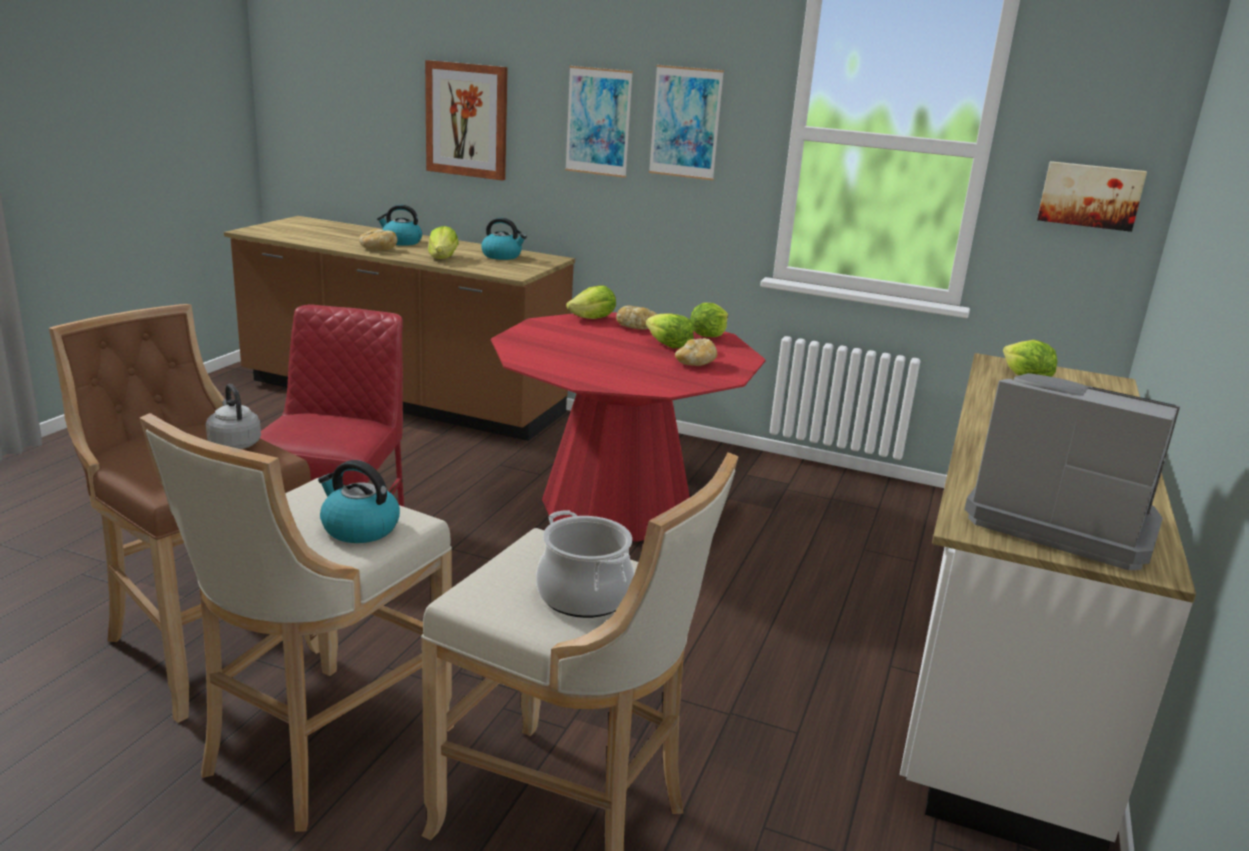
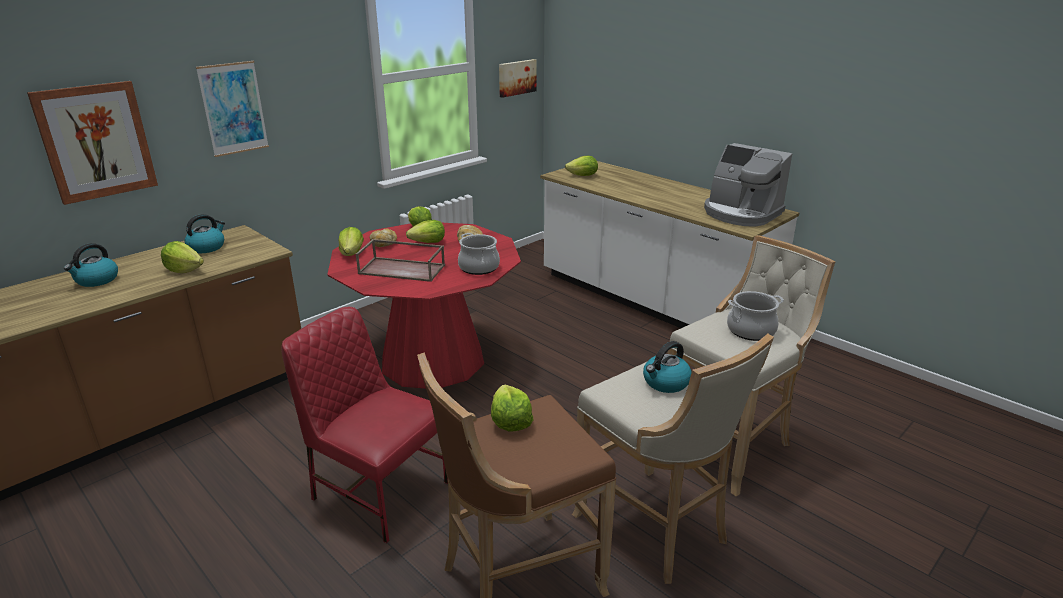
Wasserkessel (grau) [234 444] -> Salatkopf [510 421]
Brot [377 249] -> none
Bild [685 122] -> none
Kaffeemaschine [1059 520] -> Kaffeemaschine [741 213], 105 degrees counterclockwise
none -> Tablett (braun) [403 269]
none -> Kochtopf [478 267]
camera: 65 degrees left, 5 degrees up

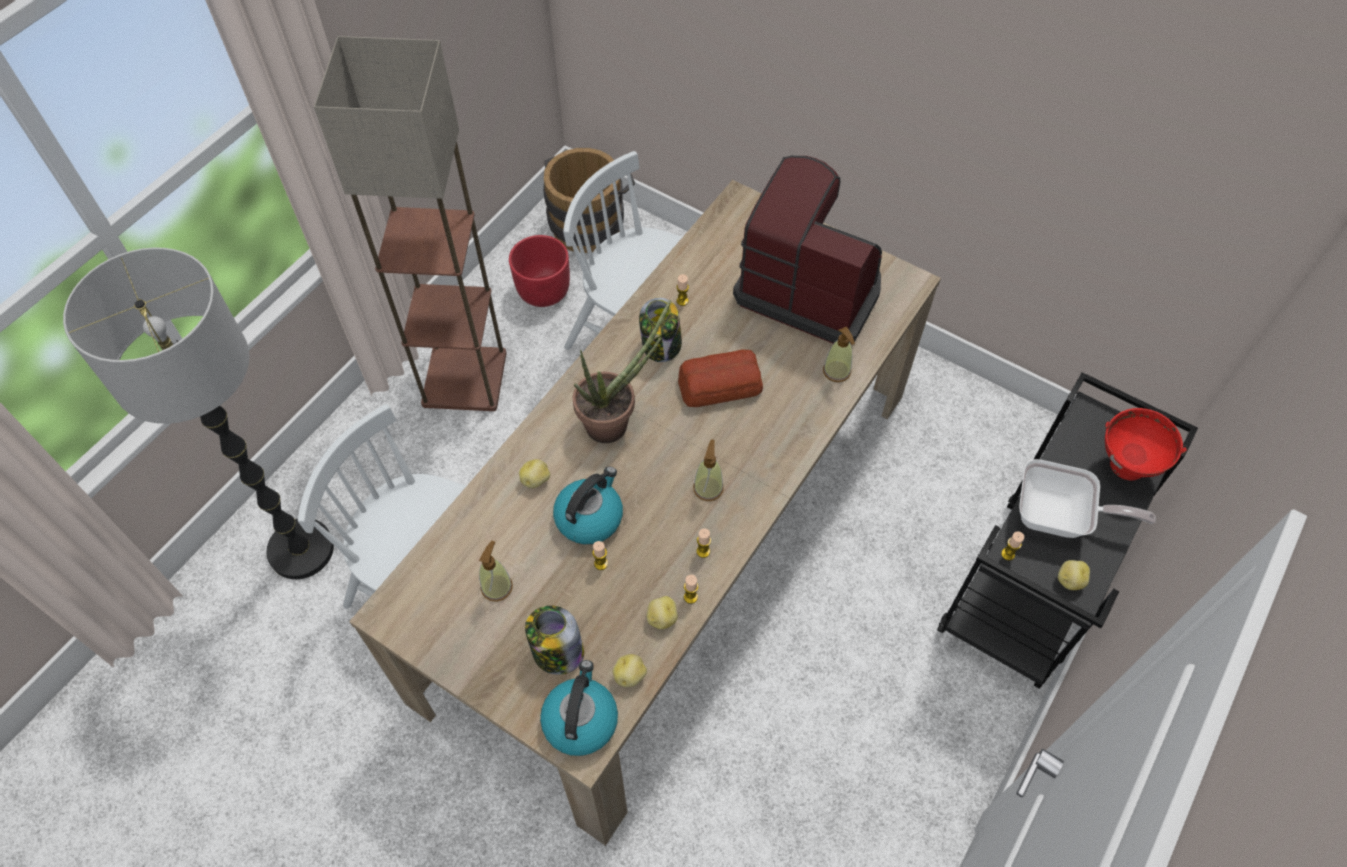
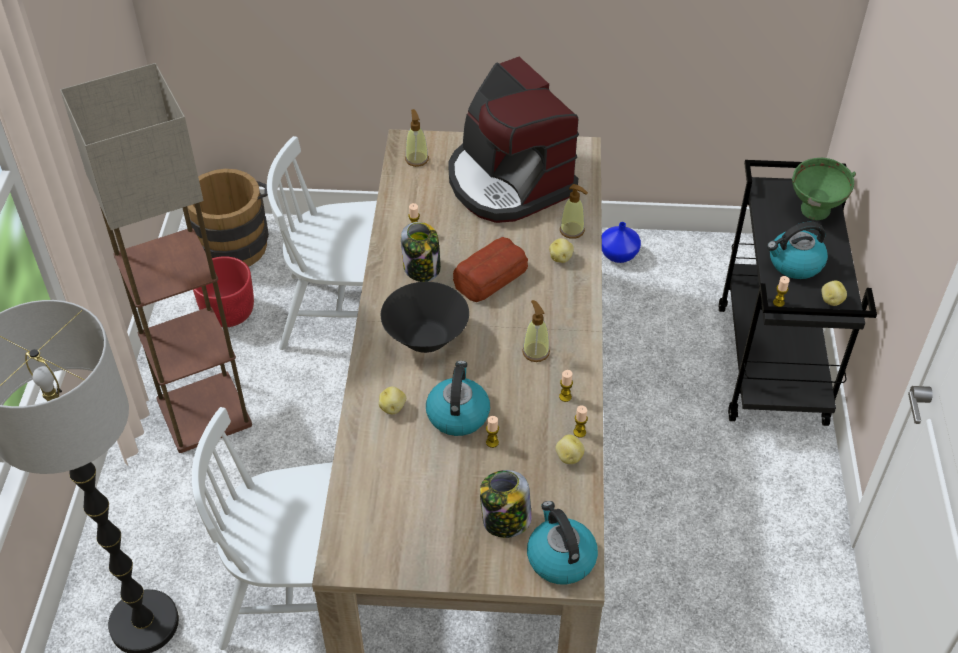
Seifenspender [497 587] -> Seifenspender [416 159], move
Topfpflanze [615 422] -> Schüssel (schwarz) [426 338]
Kartoffel [630 675] -> Kartoffel [561 258], move
Kaffeemaschine [809 288] -> Kaffeemaschine [508 182], 120 degrees counterclockwise
Pfanne [1059 517] -> Wasserkessel [794 263]
Schüssel (rot) [1125 469] -> Schüssel (grün) [815 213]
none -> Vase (blau) [619 255]
camera: 30 degrees left, 10 degrees down

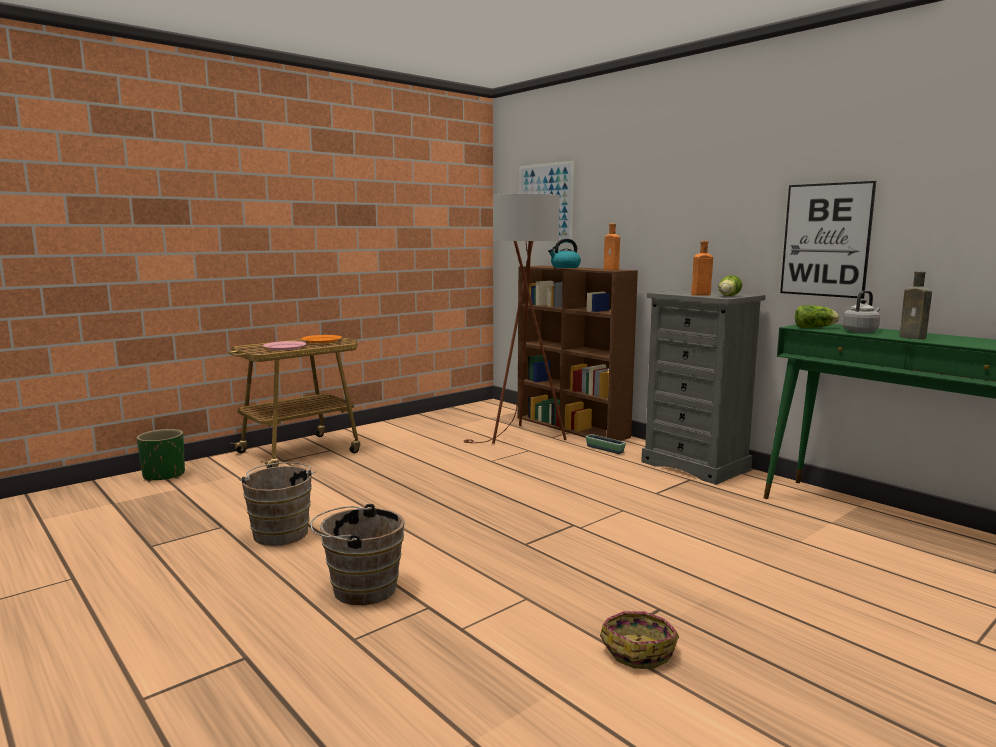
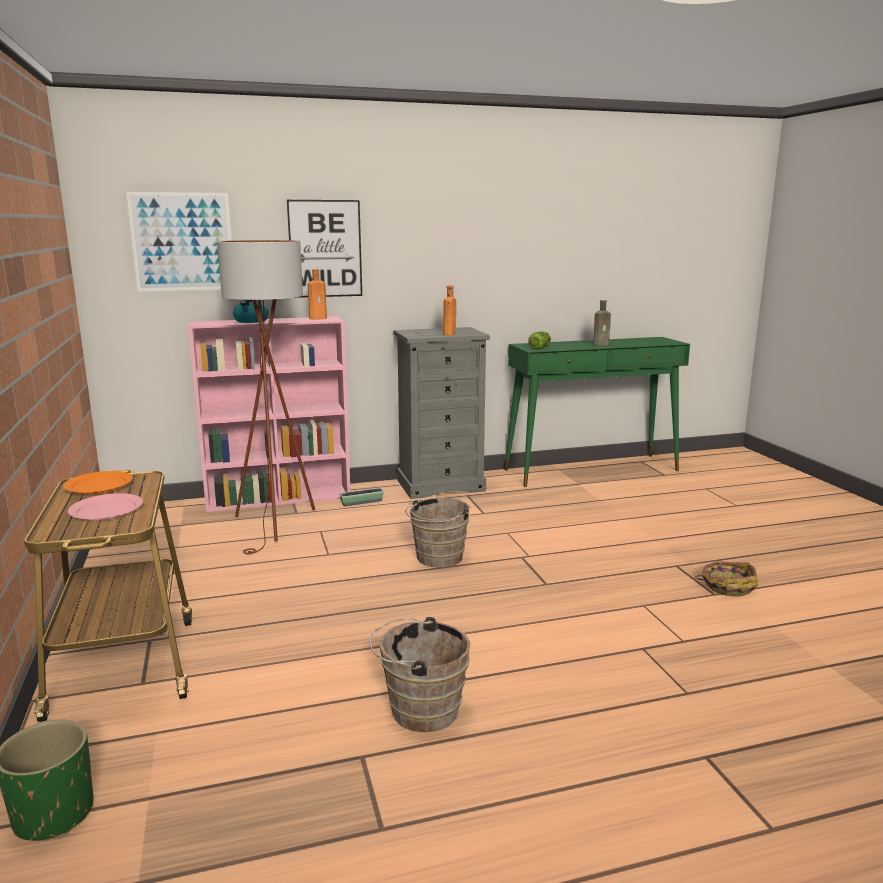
Eimer (braun) [359 588] -> Eimer (braun) [437 559], move
Bücherregal (braun) [572 427] -> Bücherregal (rosa) [280 498]
Salatkopf [728 296] -> none
Bild [826 240] -> Bild [325 249], move
Wasserkessel (grau) [861 331] -> none
camera: 65 degrees left, 5 degrees up

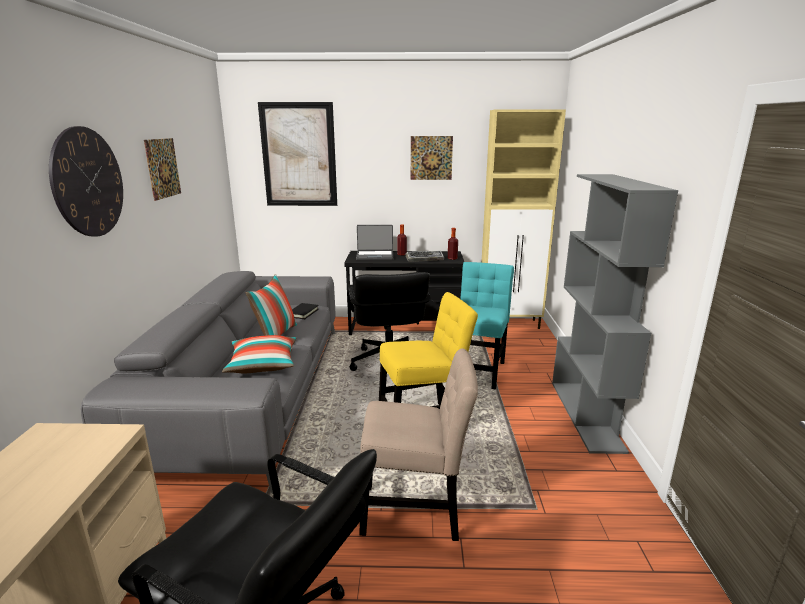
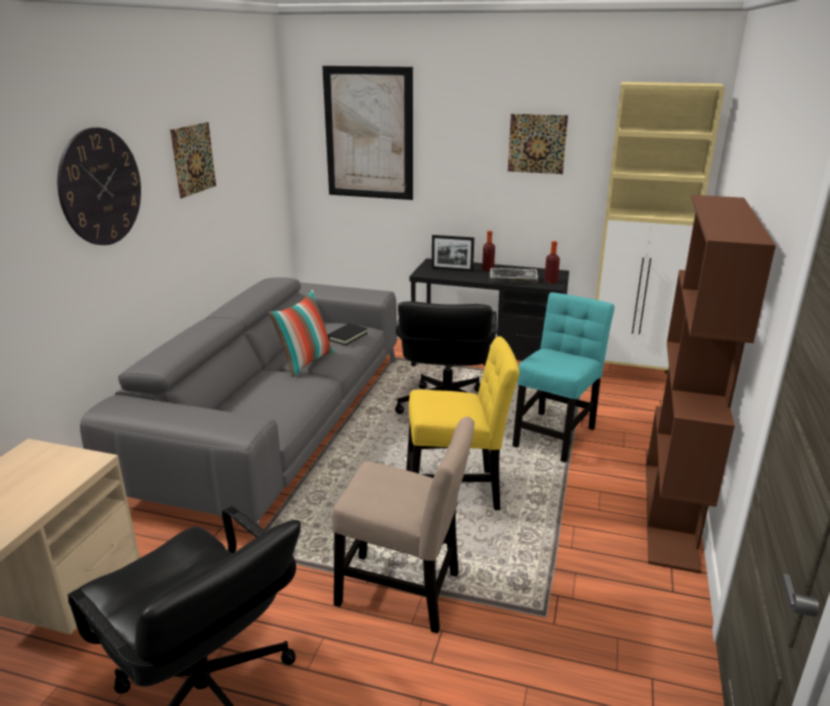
Kissen [262 364] -> none
Laptop [375 256] -> Bilderrahmen [452 269]
Bücherregal (grau) [586 415] -> Bücherregal (braun) [671 514]
camera: 15 degrees right, 5 degrees up

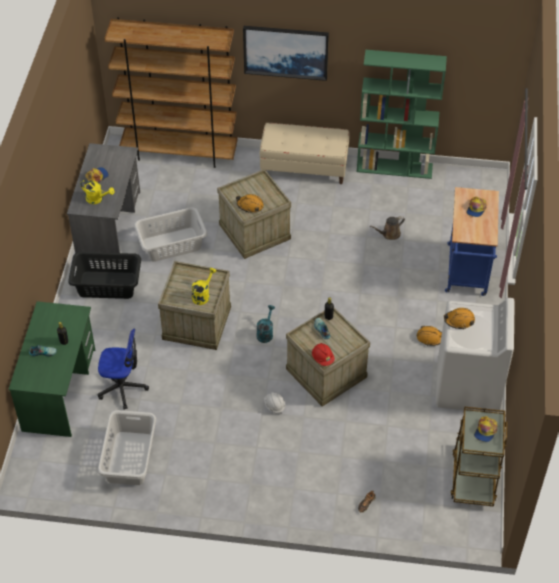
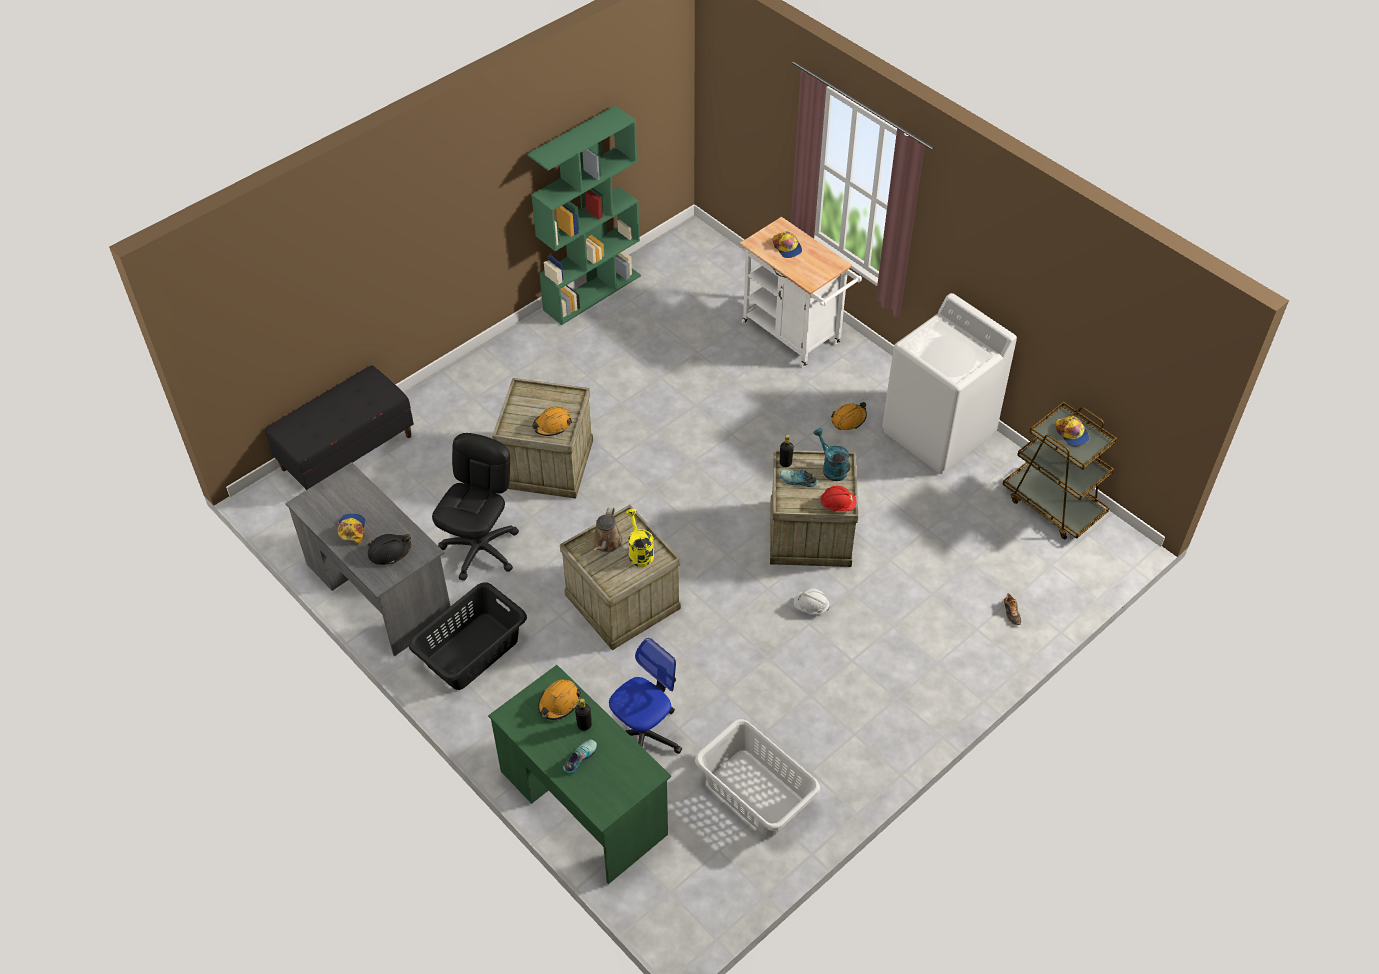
Gießkanne (gelb) [97 199] -> Schutzhelm (schwarz) [389 552]
Bücherregal (braun) [179 153] -> Bank (schwarz) [347 452]
Wäschekorb (grau) [172 245] -> Bürostuhl (schwarz) [481 549]
Bild [286 51] -> none
Gießkanne (türkis) [265 333] -> Gießkanne (türkis) [831 468], move
Bank (beige) [304 168] -> none
Gießkanne (braun) [389 234] -> Gießkanne (braun) [606 543], move
Schutzhelm (orange) [459 320] -> Schutzhelm (orange) [559 703], move
Rollwagen (blau) [466 273] -> Rollwagen (weiß) [795 336]
camera: 50 degrees left, 0 degrees up

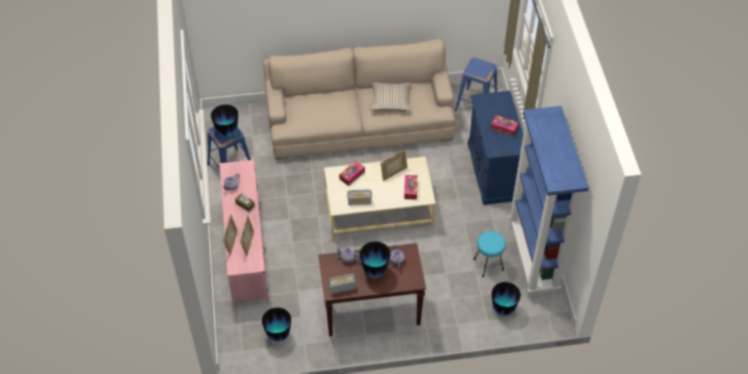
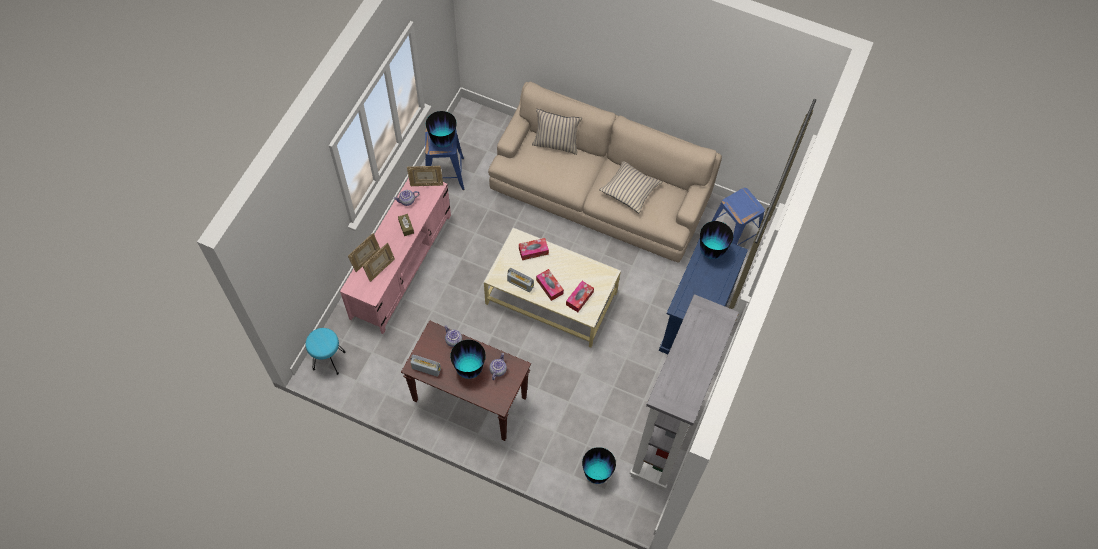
Vase [278 335] -> Vase [711 251], move
Bilderrahmen [394 173] -> Bilderrahmen [426 184], move
Hocker (türkis) [488 264] -> Hocker (türkis) [328 360], move
Taschentuchbox [504 128] -> Taschentuchbox [549 287], move
Bücherregal (blau) [533 259] -> Bücherregal (grau) [666 438]
none -> Kissen (beige) [556 143]
camera: 30 degrees right, 10 degrees up

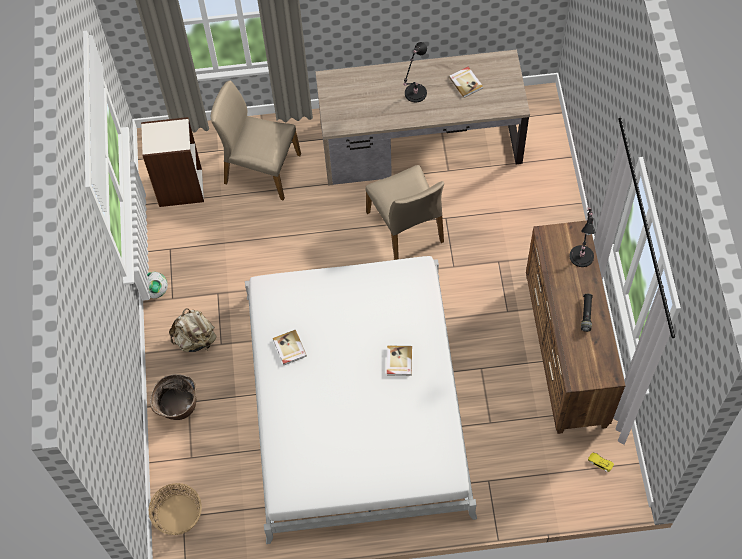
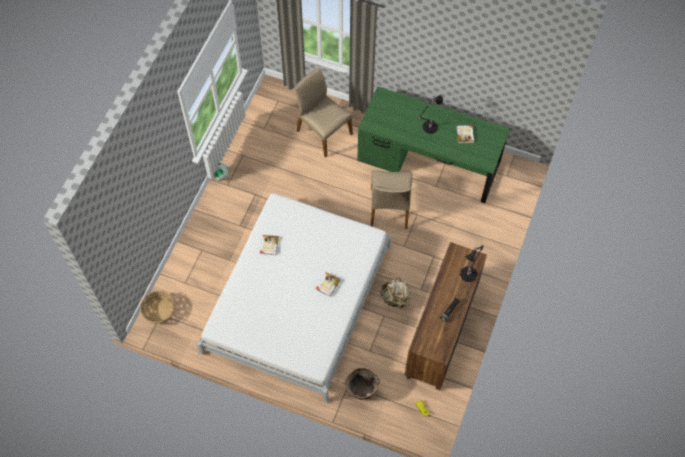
Bücherregal [180 188] -> none
Korb [178 407] -> Korb [361 390], move
Rucksack (beige) [195 339] -> Rucksack (beige) [396 298], move
Schreibtisch (braun) [420 143] -> Schreibtisch (grün) [429 161]
camera: 25 degrees right, 0 degrees up

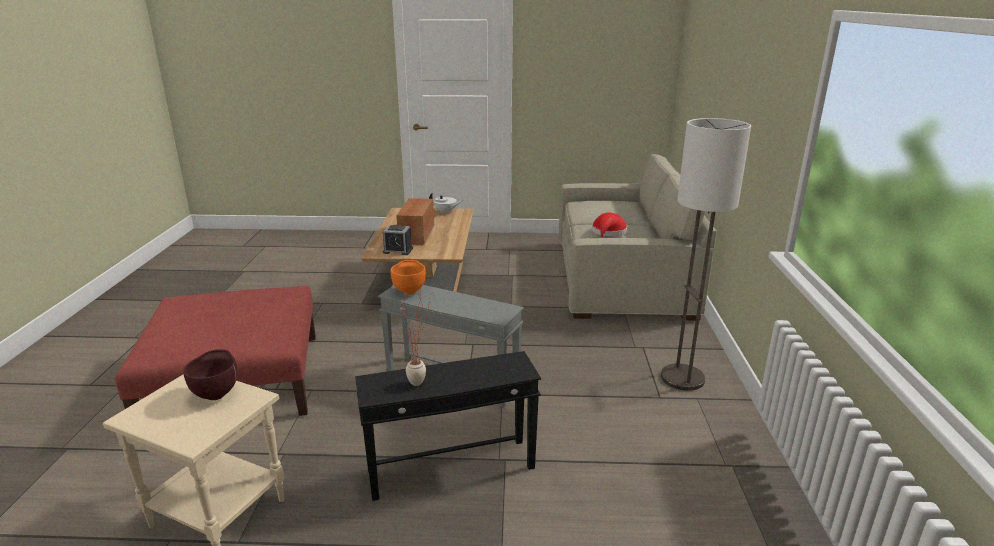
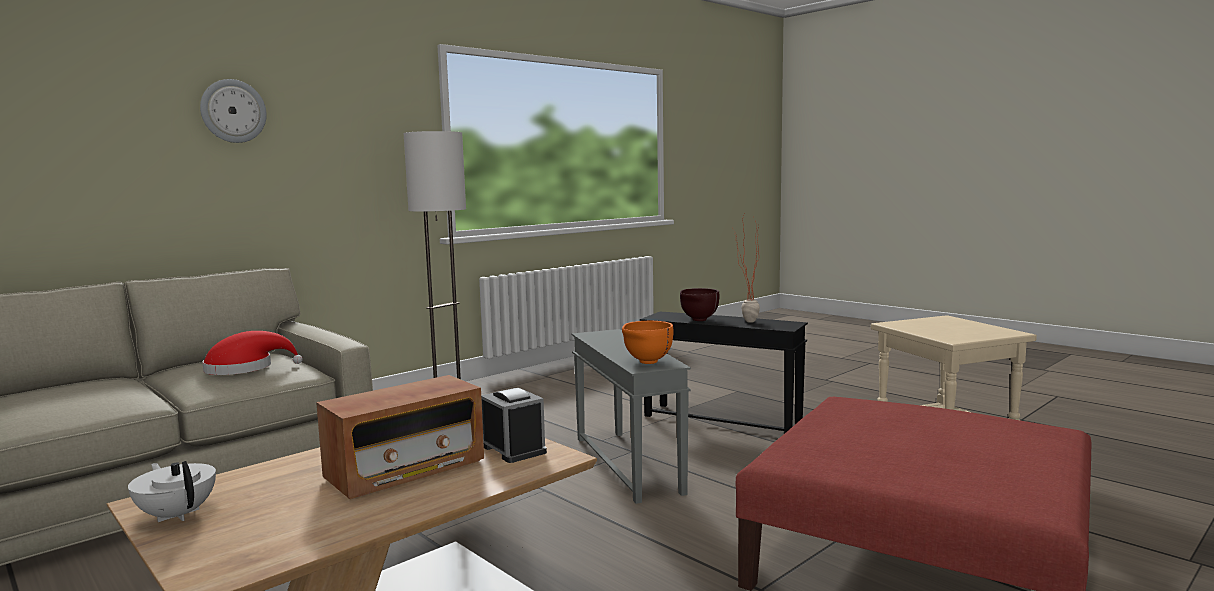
Schüssel (braun) [217 394] -> Schüssel (braun) [698 320], move
none -> Wanduhr [233 111]
camera: 135 degrees left, 15 degrees down

